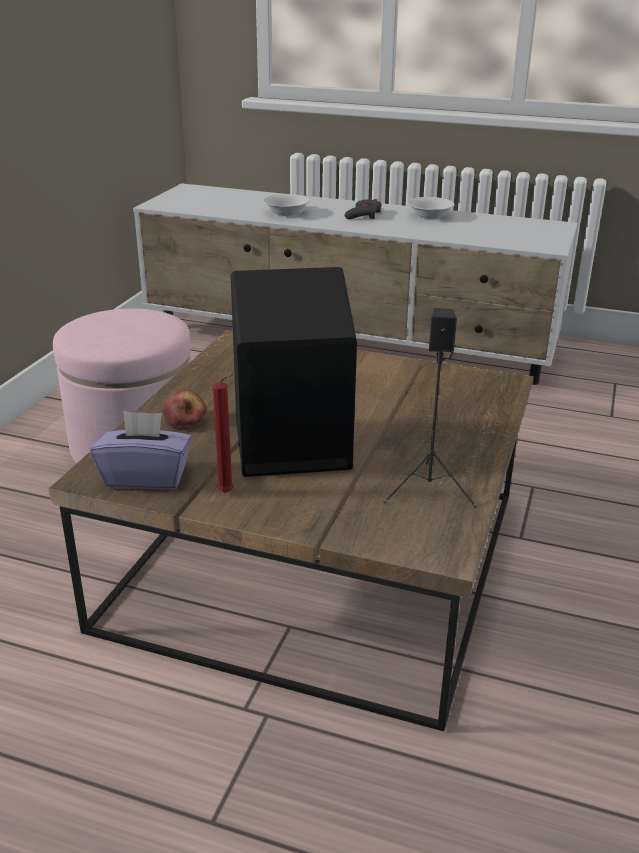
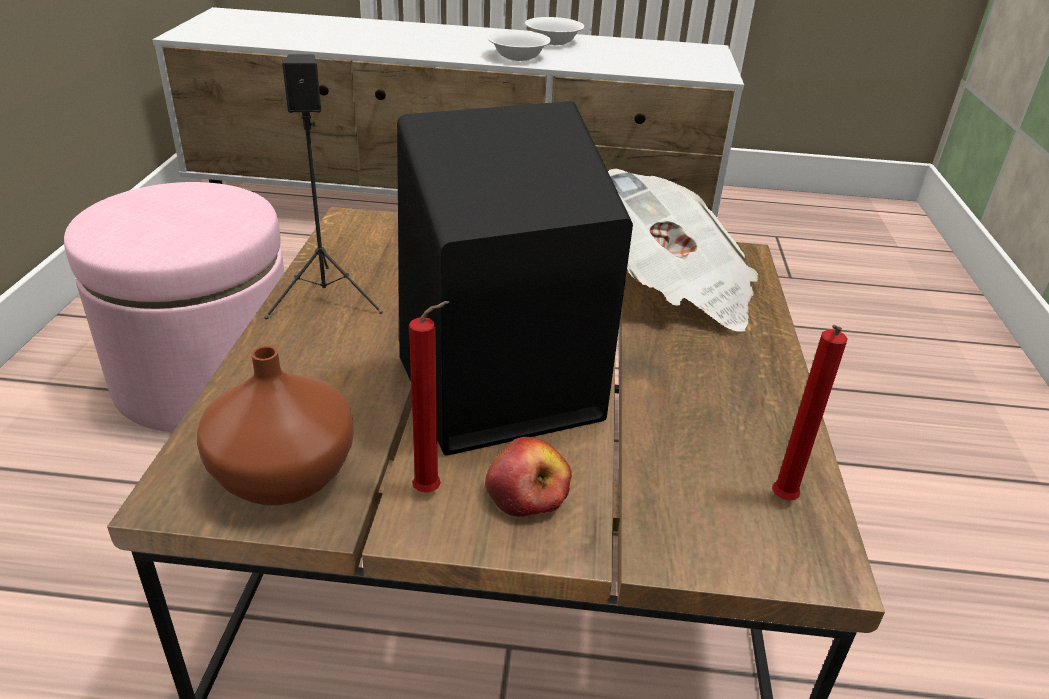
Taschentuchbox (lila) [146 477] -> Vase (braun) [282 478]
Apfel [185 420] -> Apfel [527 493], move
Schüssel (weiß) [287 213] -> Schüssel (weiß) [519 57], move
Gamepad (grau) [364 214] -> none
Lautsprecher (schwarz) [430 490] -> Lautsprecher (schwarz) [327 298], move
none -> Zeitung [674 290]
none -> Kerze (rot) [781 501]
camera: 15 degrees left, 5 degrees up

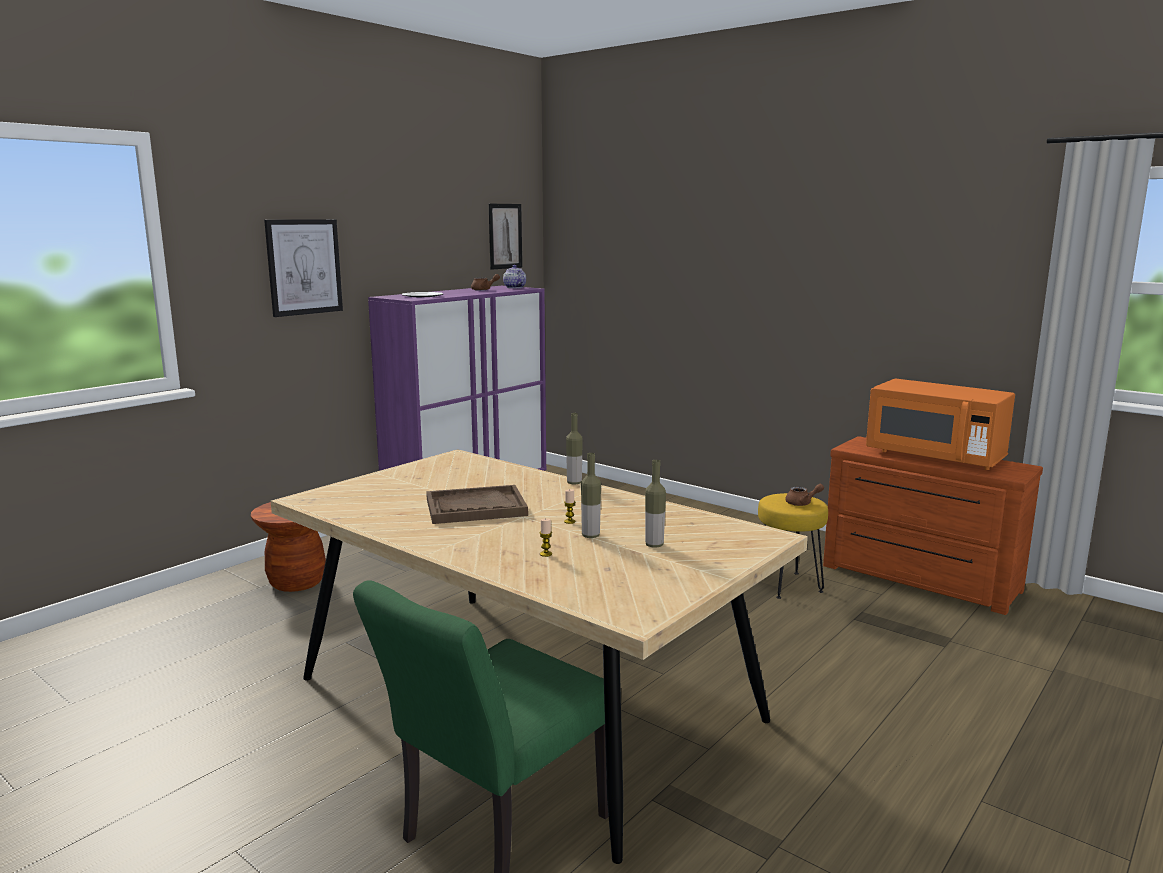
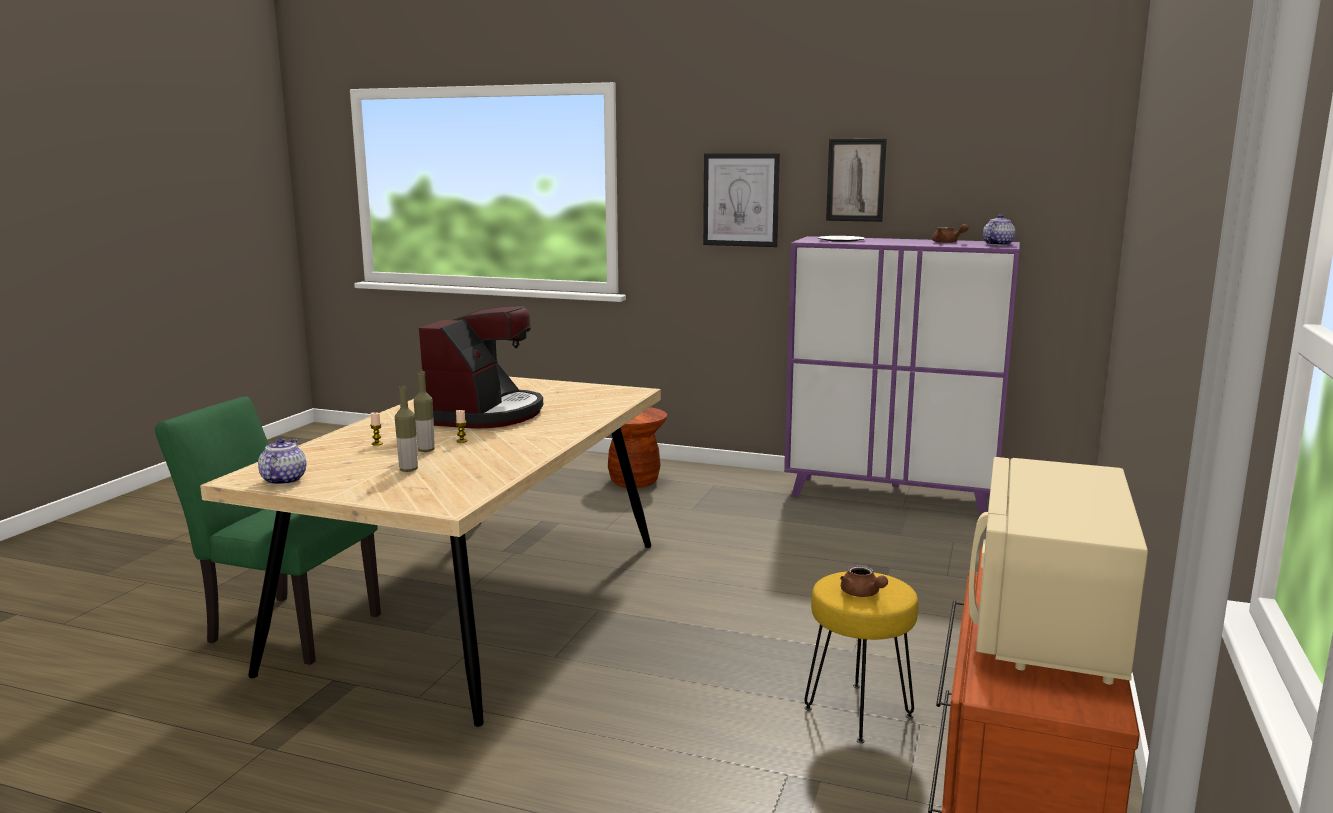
Tablett (braun) [475 507] -> Kaffeemaschine [485 414]
Bild [505 236] -> Bild [856 180], move
Flasche [574 483] -> none
Mikrowelle (orange) [935 457] -> Mikrowelle (beige) [1048 623]
none -> Teekanne [284 480]
camera: 70 degrees right, 0 degrees up

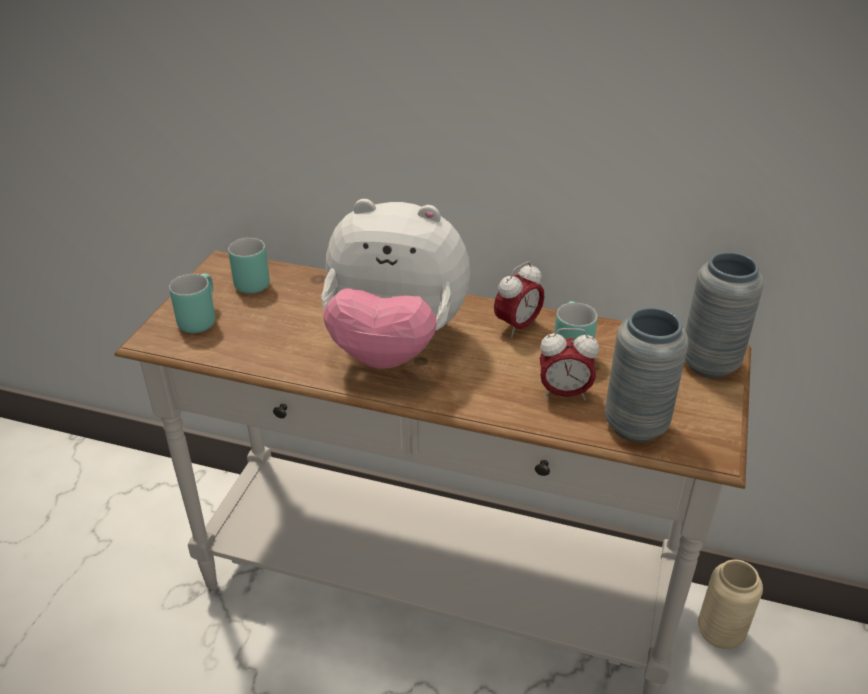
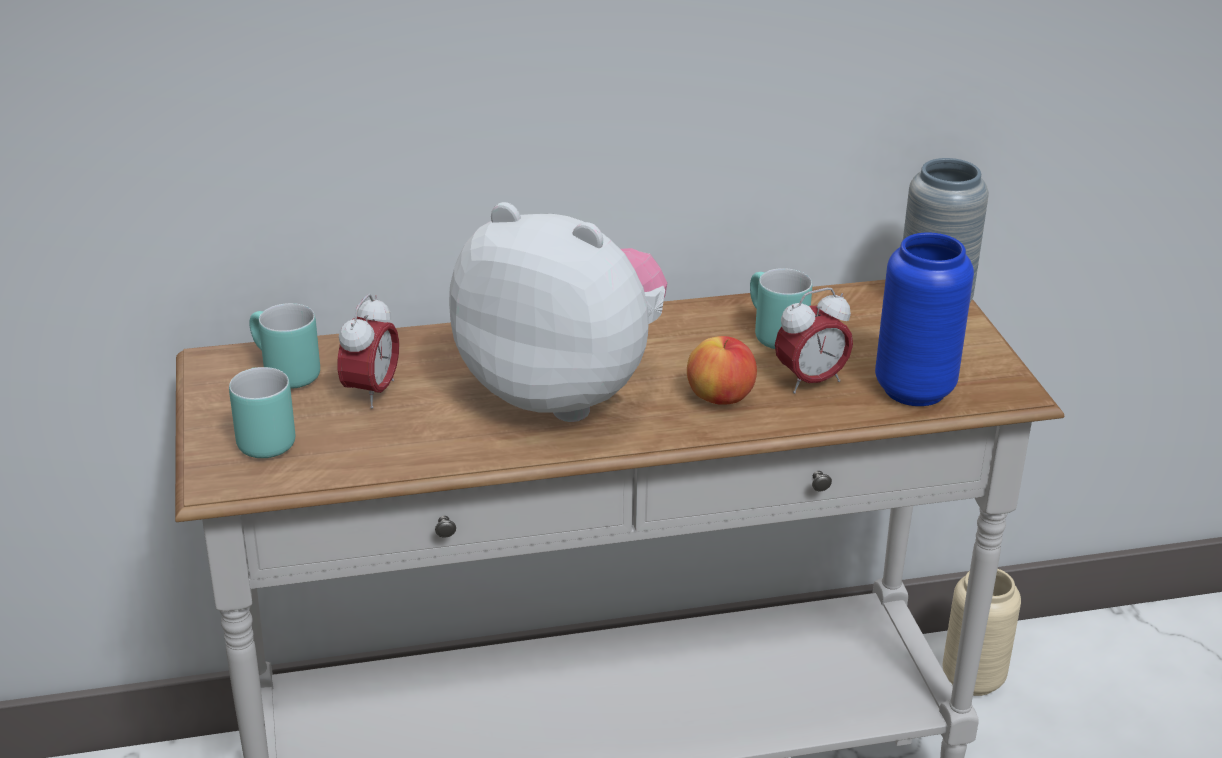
Plüschtier [394 346] -> Plüschtier [563 392], 135 degrees counterclockwise
Wecker [517 326] -> Wecker [371 392], move
Vase (grau) [635 425] -> Vase (blau) [914 390]
none -> Apfel [721 398]
camera: 30 degrees left, 5 degrees down

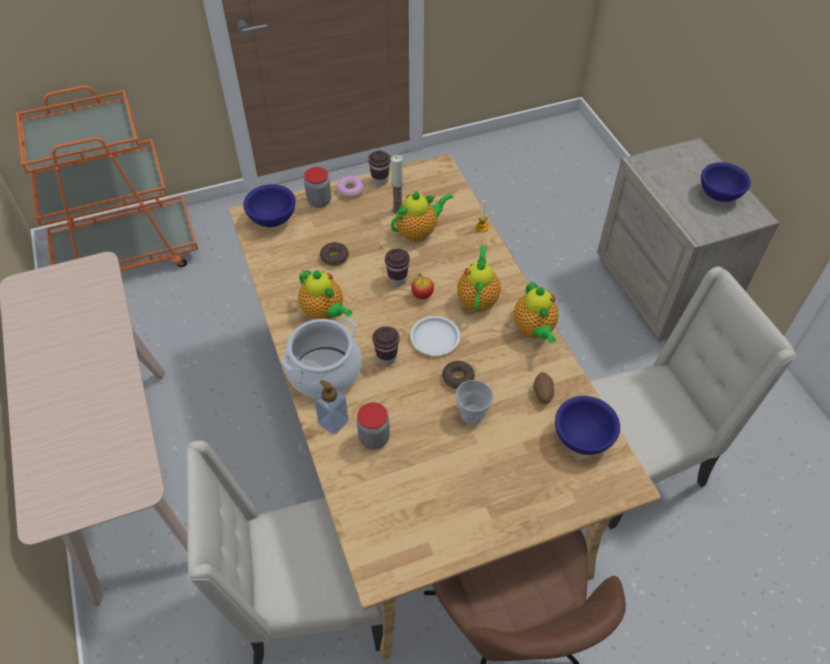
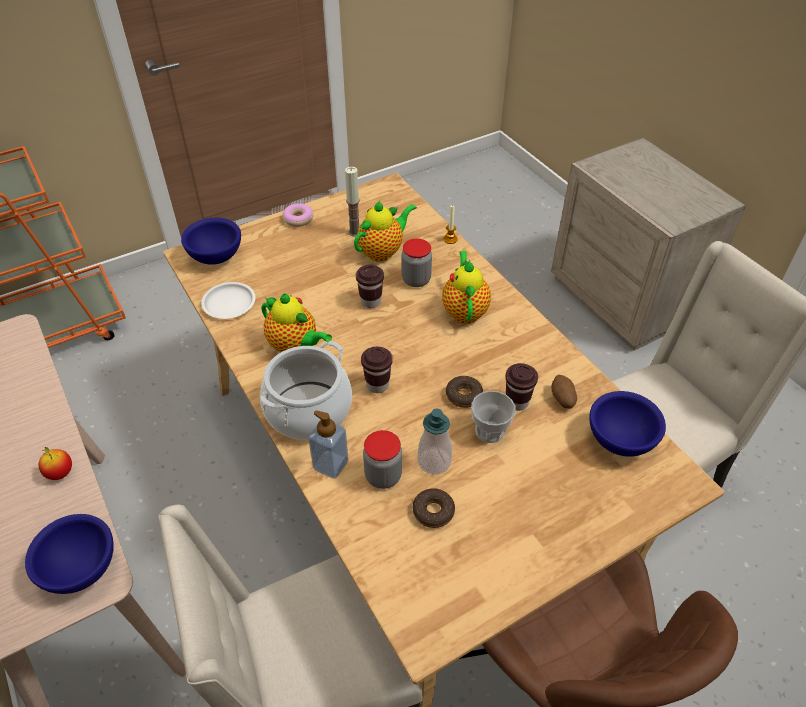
Vorratsglas [319 201] -> Vorratsglas [416 280], move
Donut [334 257] -> Donut [433 511], move
Tasse (braun) [380 181] -> Tasse (braun) [517 402], move
Teller (weiß) [434 338] -> Teller (weiß) [228 303], move
Apfel [422 295] -> Apfel [60 473], move
Teekanne [534 330] -> none
Schüssel (blau) [718 195] -> Schüssel (blau) [80 569], move
none -> Seifenspender [434 461]
camera: 10 degrees left, 5 degrees down

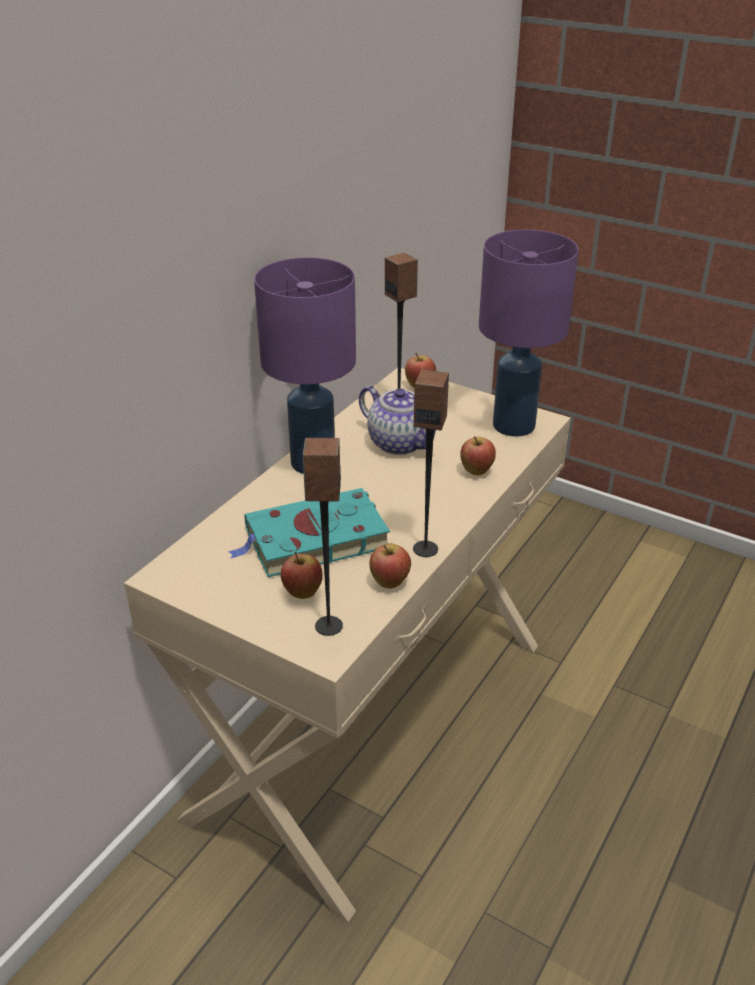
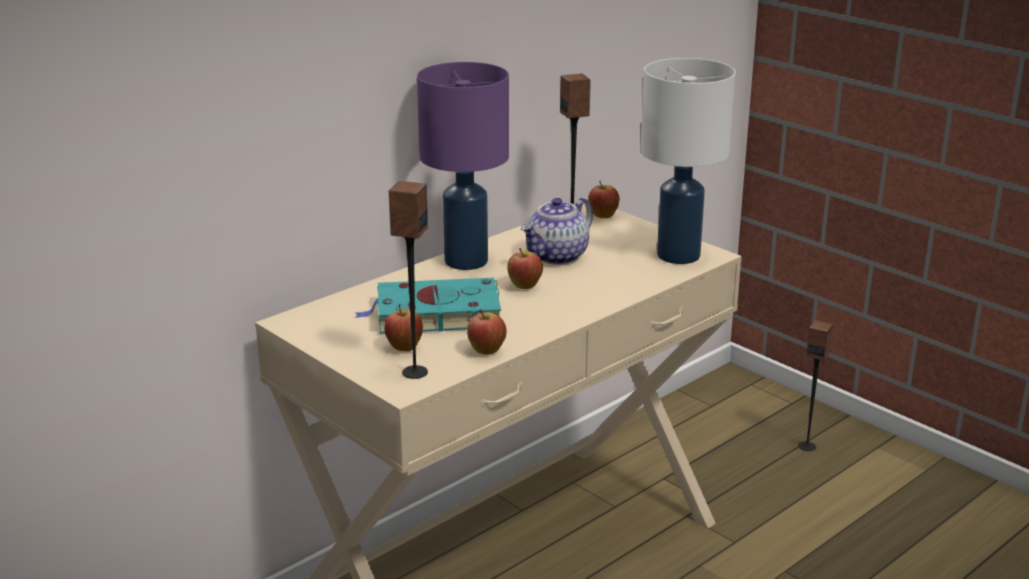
Teekanne [400 443] -> Teekanne [557 256], 75 degrees clockwise
Lautsprecher [425 548] -> Lautsprecher [807 446], move
Apfel [476 472] -> Apfel [524 287], move
Tischlampe (lila) [512 425] -> Tischlampe (weiß) [677 255]
camera: 15 degrees right, 10 degrees down

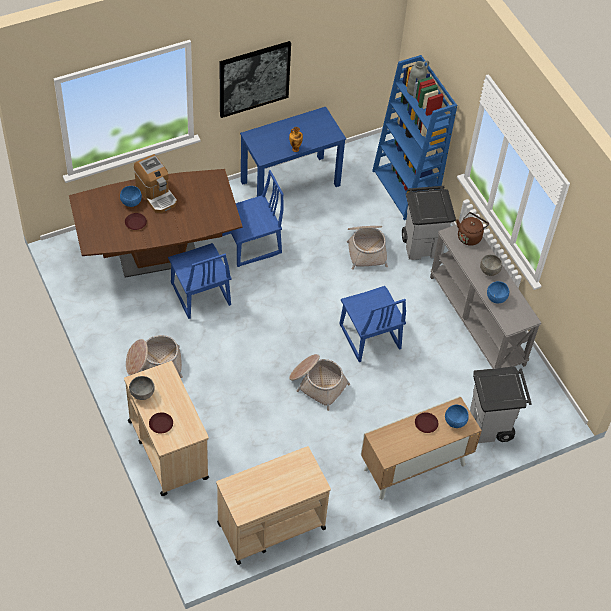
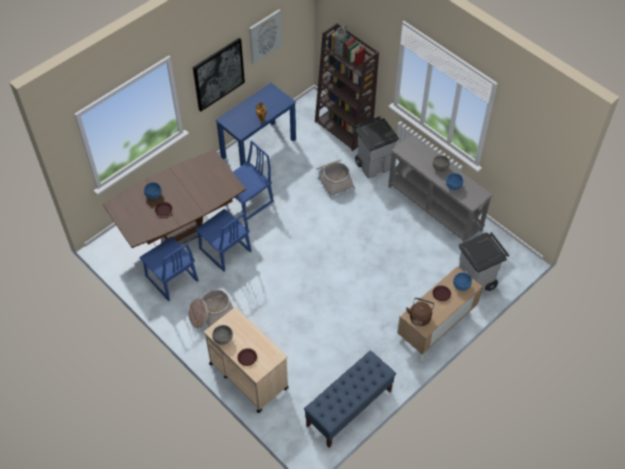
Kaffeemaschine [156 195] -> none
Rollwagen (beige) [270 526] -> Bank (blau) [349 408]
Korb [317 384] -> none
Stuhl (blau) [369 337] -> Stuhl (blau) [171 279], move
Bücherregal (blau) [405 190] -> Bücherregal (braun) [344 129]
Wasserkessel (braun) [470 236] -> Wasserkessel (braun) [420 317], move
none -> Bild [265 36]
camera: 15 degrees left, 0 degrees up

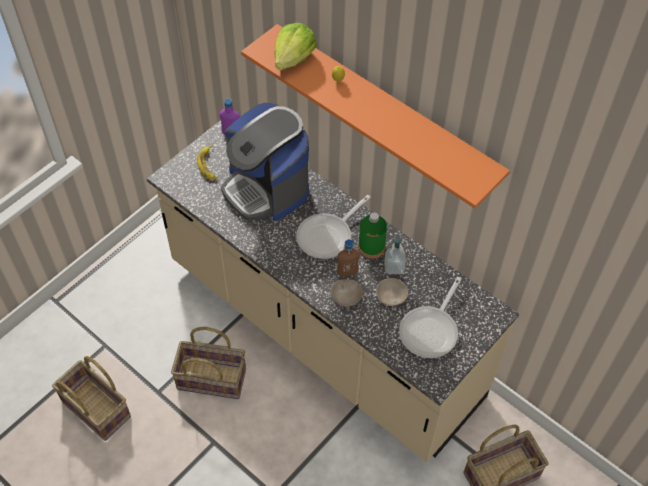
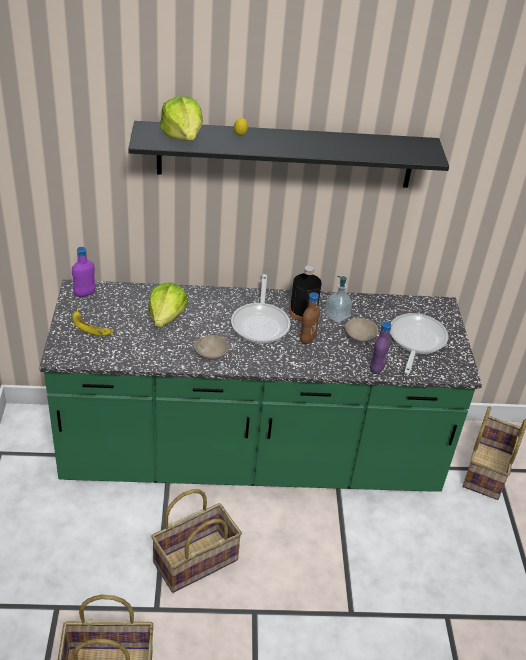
Küchenzeile (beige) [322 331] -> Küchenzeile (grün) [250 459]
Kaffeemaschine [266 188] -> Salatkopf [166 317]
Wandregal (orange) [385 112] -> Wandregal (schwarz) [285 155]
Schüssel (beige) [345 298] -> Schüssel (beige) [211 354], move
Flasche (grün) [371 247] -> Flasche (schwarz) [303 312]
Pfanne [431 330] -> Pfanne [415 341], 150 degrees counterclockwise
none -> Flasche (lila) [376 368]
camera: 45 degrees left, 15 degrees down

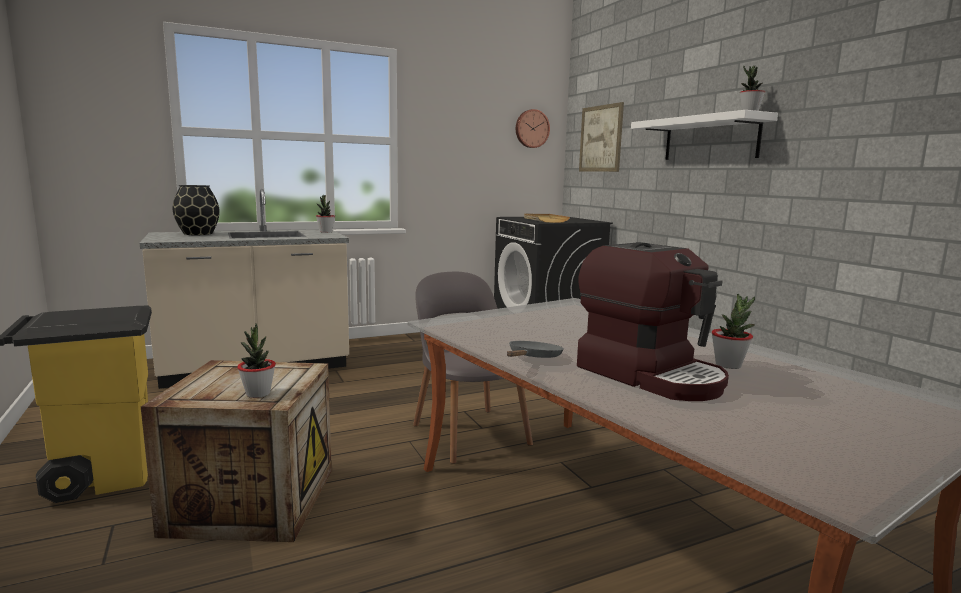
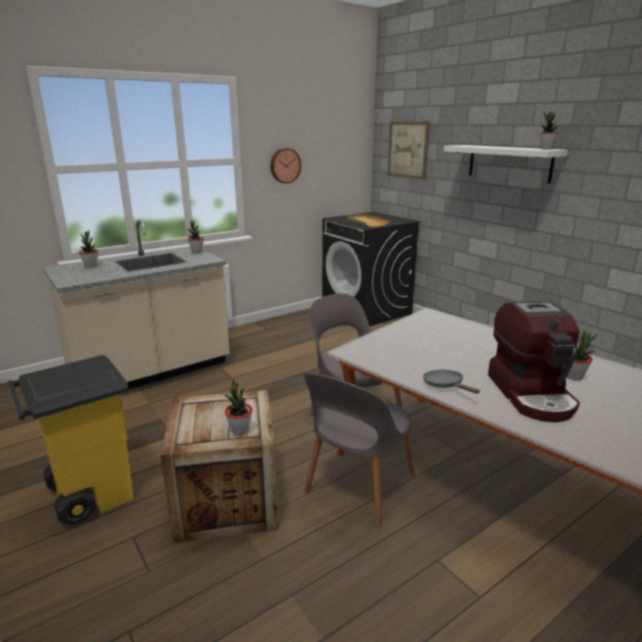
Vase (schwarz) [198 233] -> Topfpflanze [91 266]
Pfanne (grau) [533 358] -> Pfanne (grau) [445 385], 45 degrees counterclockwise
Wanduhr [531 128] -> Wanduhr [284 165], move
Kaffeemaschine [650 375] -> Kaffeemaschine [532 394], 45 degrees clockwise
none -> Stuhl (grau) [358 486]
camera: 10 degrees left, 10 degrees up

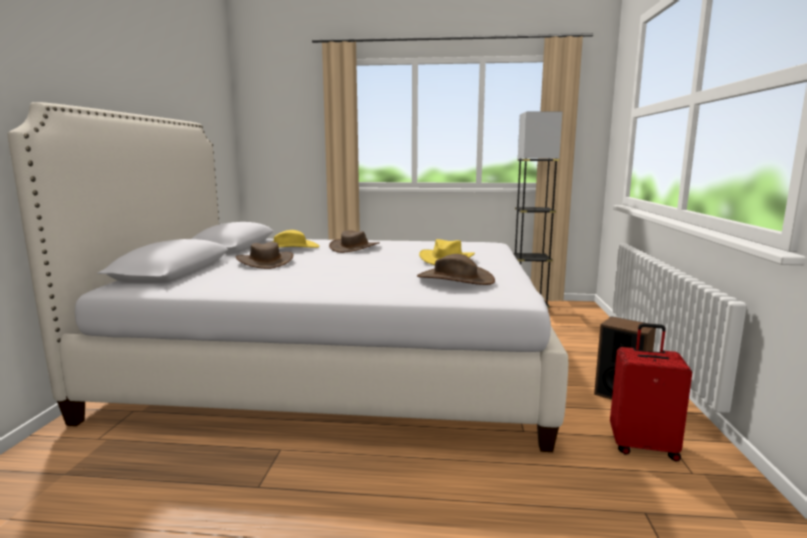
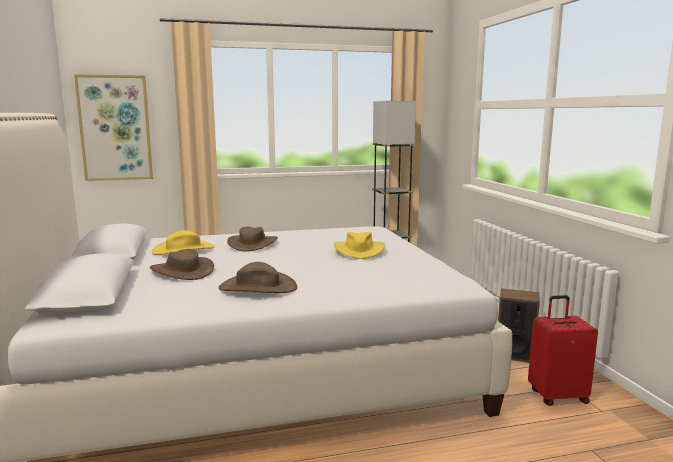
Hut (braun) [455 279] -> Hut (braun) [257 288], move
none -> Bild [115 128]
camera: 20 degrees left, 0 degrees up

